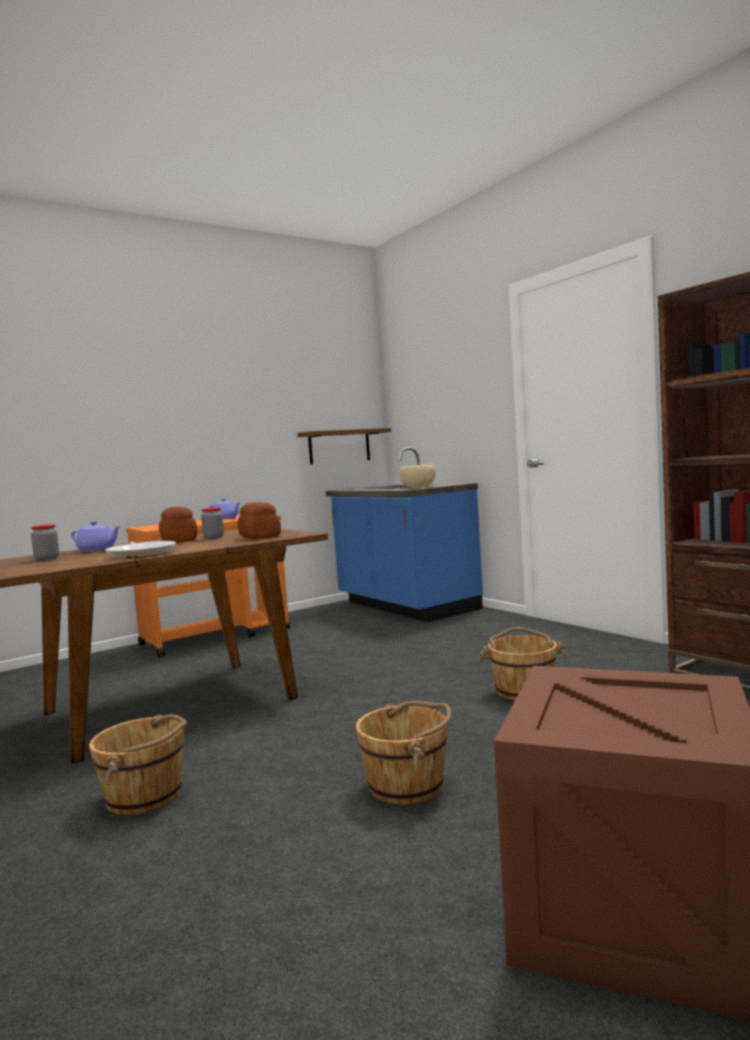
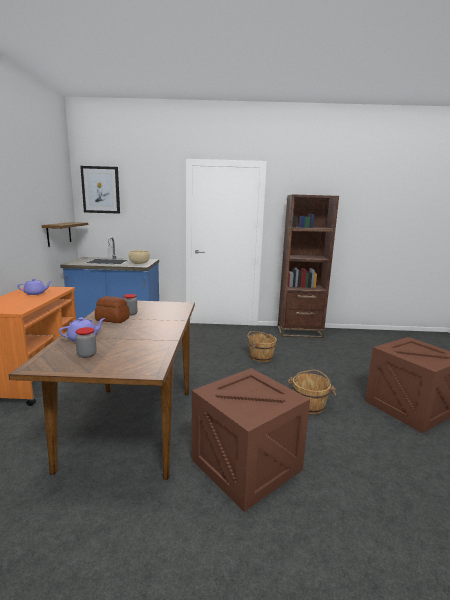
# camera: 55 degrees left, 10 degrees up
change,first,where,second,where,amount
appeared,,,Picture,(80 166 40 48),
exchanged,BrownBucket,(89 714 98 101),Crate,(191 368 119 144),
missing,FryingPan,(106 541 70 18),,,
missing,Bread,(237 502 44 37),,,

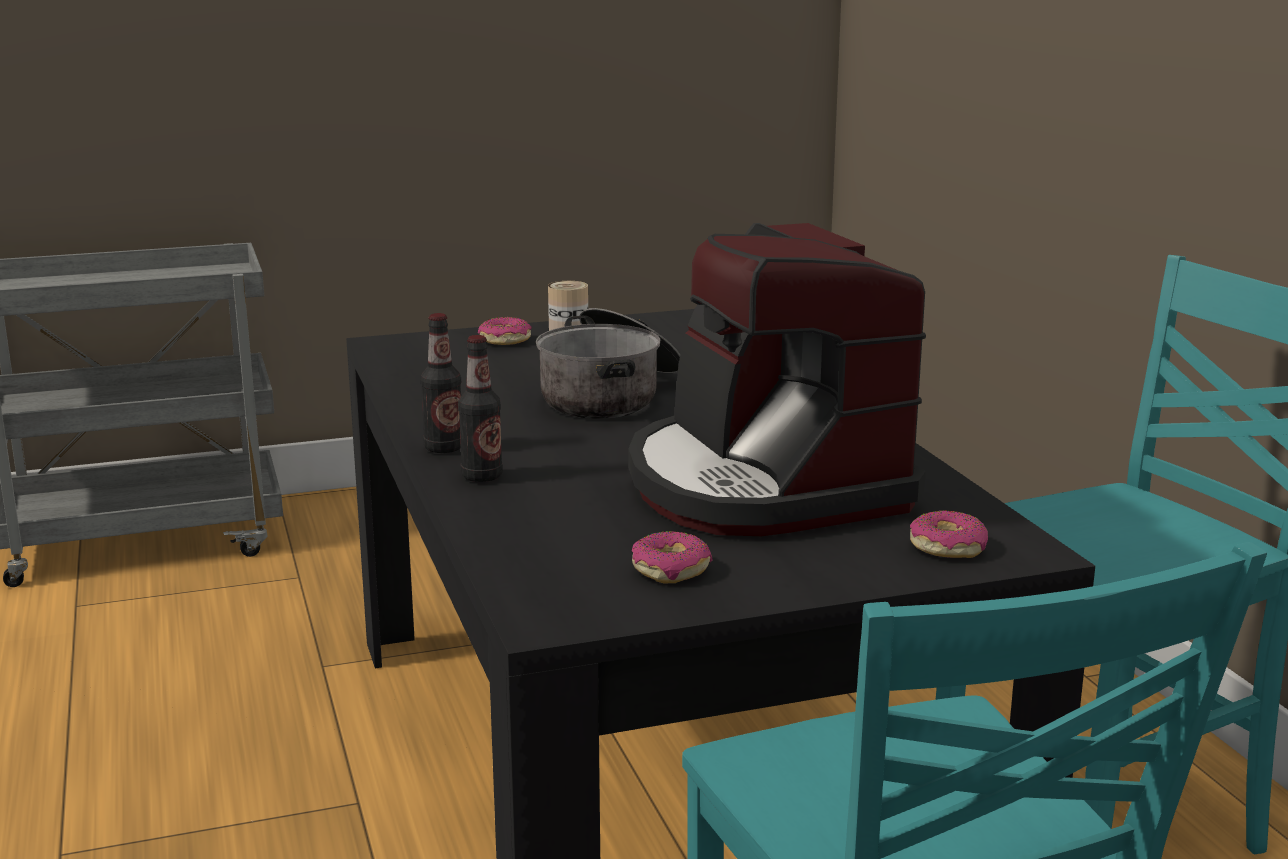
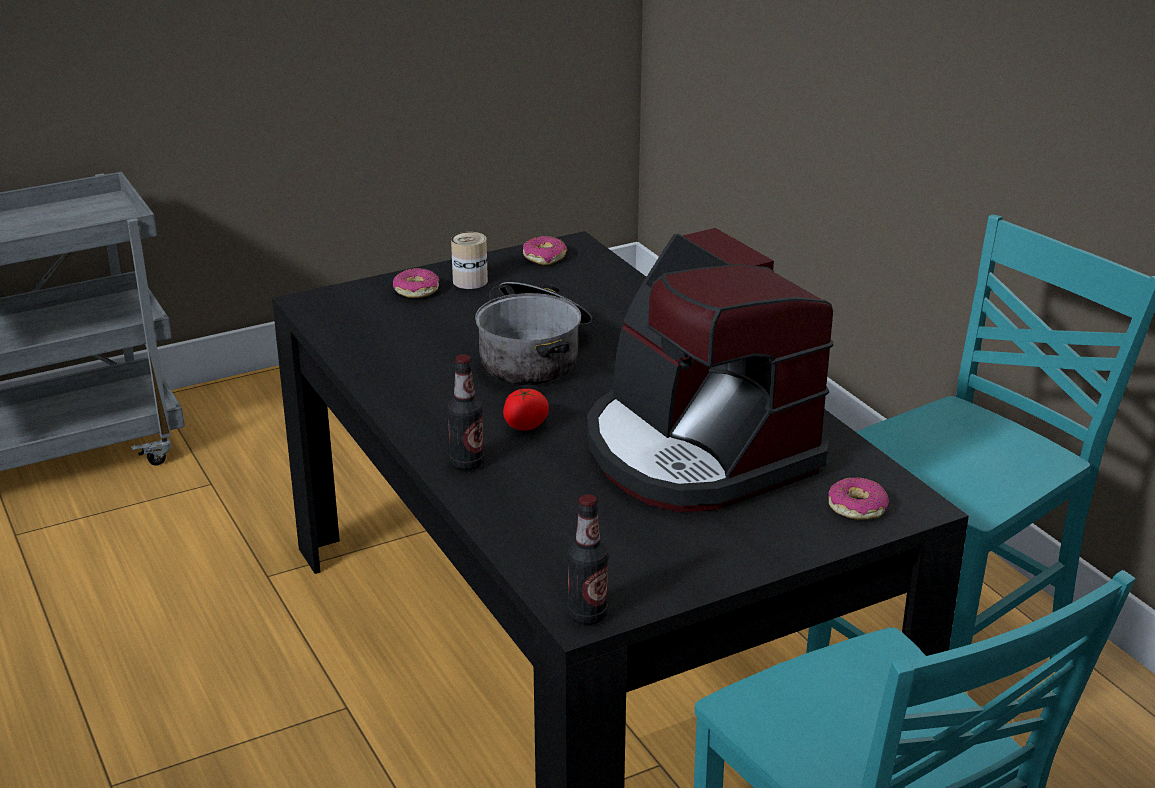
# camera: 10 degrees left, 10 degrees up
change,first,where,second,where,amount
appeared,,,Tomato,(503 389 46 42),
relocated,Donut,(632 531 80 52),,(523 236 45 29),
relocated,Bottle,(420 313 41 140),,(567 494 42 131),

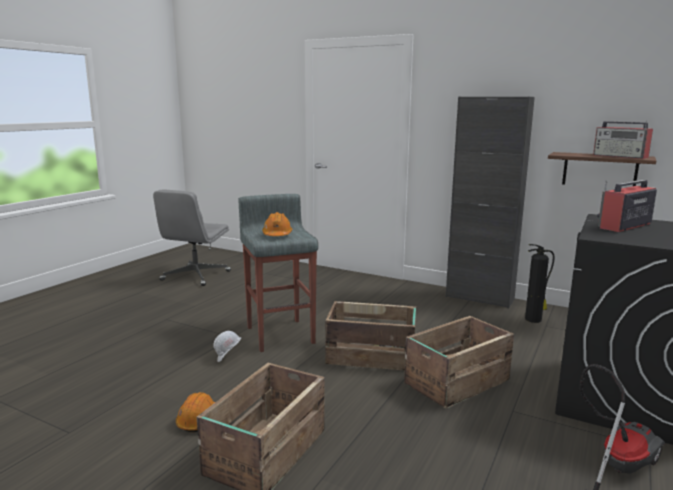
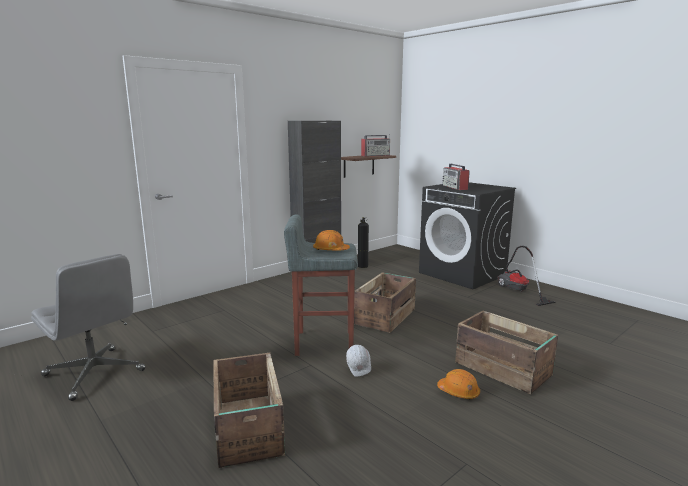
# camera: 70 degrees left, 0 degrees up
change,first,where,second,where,amount
relocated,Crate,(404 316 110 93),,(213 353 72 115),

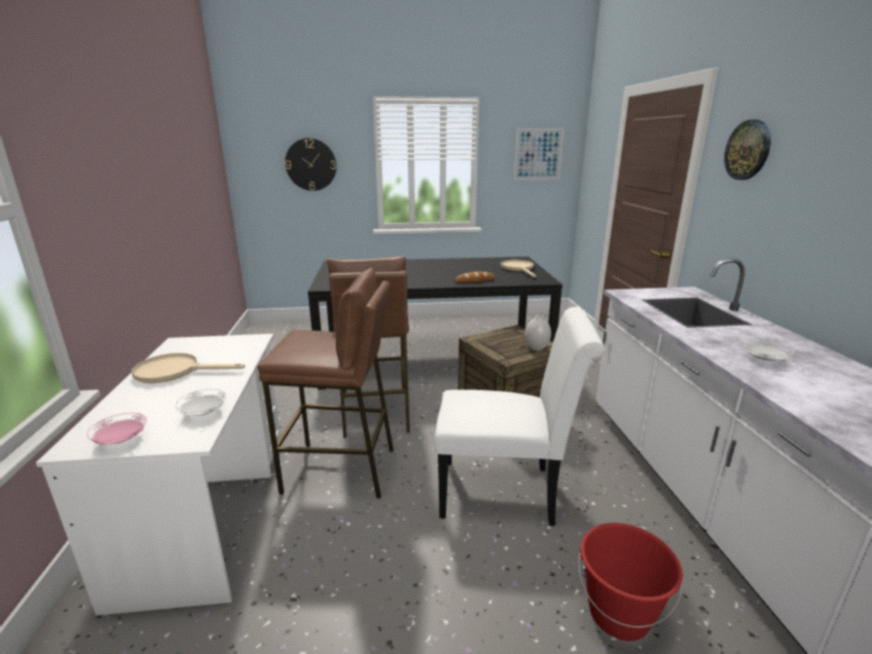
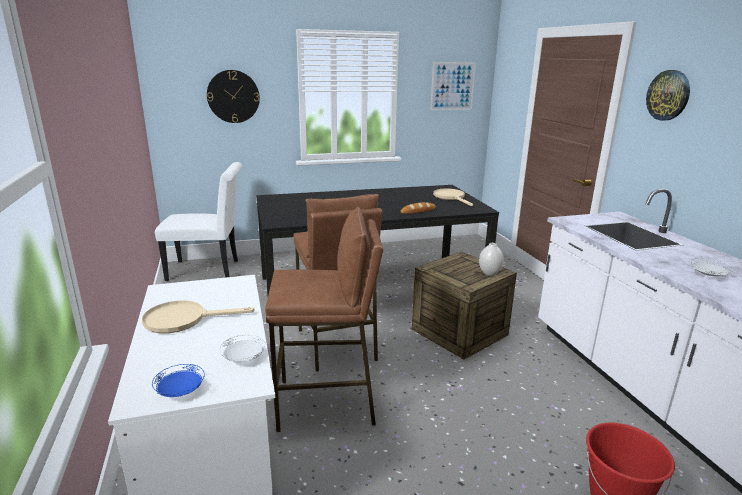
# camera: 10 degrees left, 0 degrees up
change,first,where,second,where,amount
colour,PinkPlate,(87 413 60 32),BluePlate,(152 364 53 33),
relocated,WhiteChair,(434 307 171 219),,(155 162 87 119),

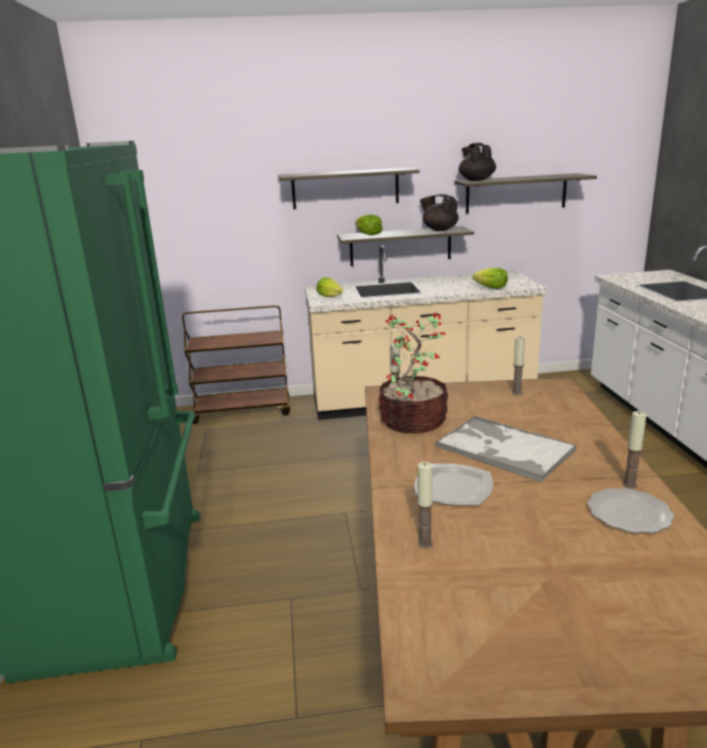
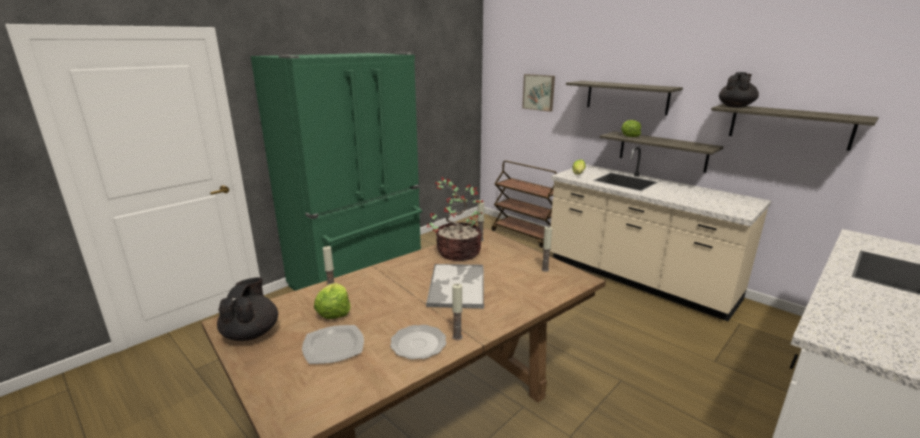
# camera: 50 degrees right, 0 degrees up
change,first,where,second,where,amount
relocated,BlackTeapot,(420 194 39 37),,(217 277 61 64),
relocated,Plate,(414 464 79 42),,(302 325 62 39),
relocated,Lettuce,(472 268 36 21),,(314 283 37 36),
appeared,,,Picture,(522 74 33 38),

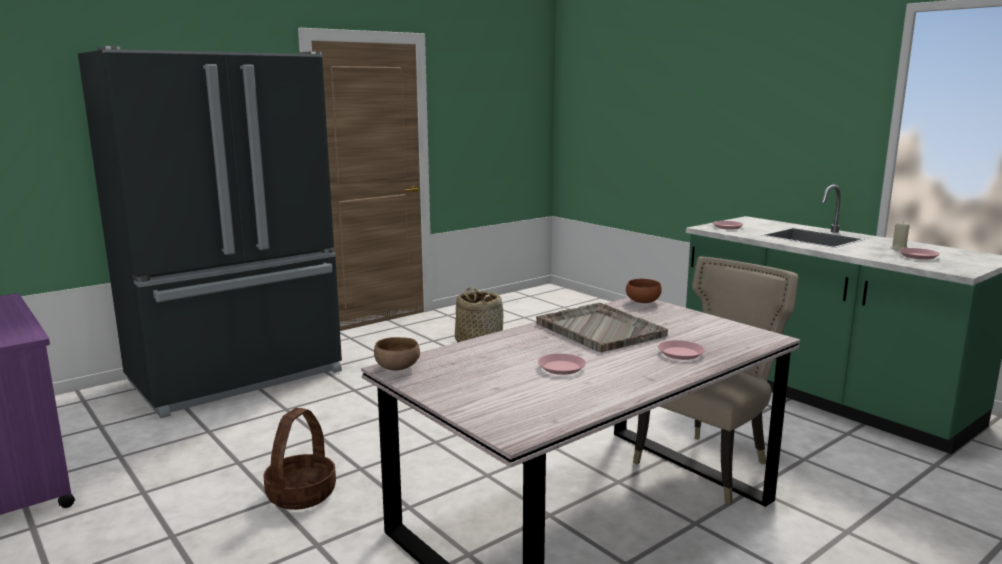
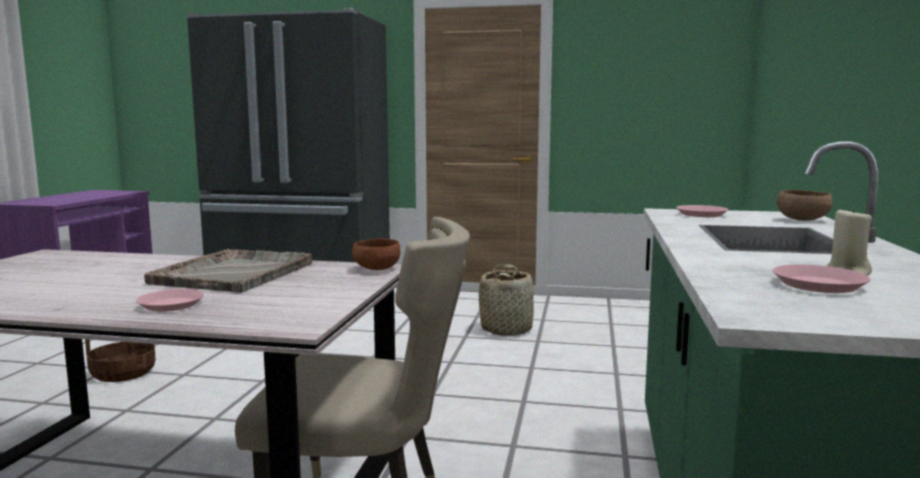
# camera: 50 degrees right, 5 degrees down
change,first,where,second,where,amount
relocated,BrownBowl,(374 337 46 33),,(777 190 56 31),
missing,PinkPlate,(538 353 48 22),,,

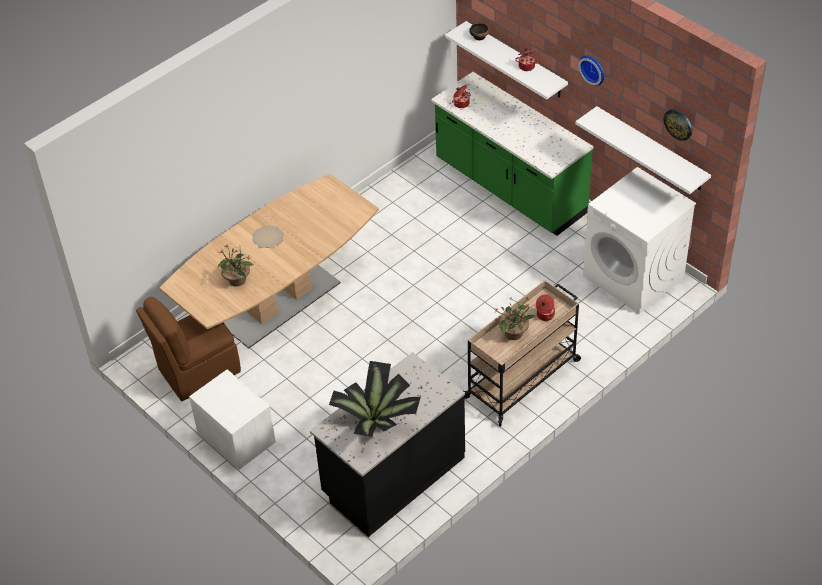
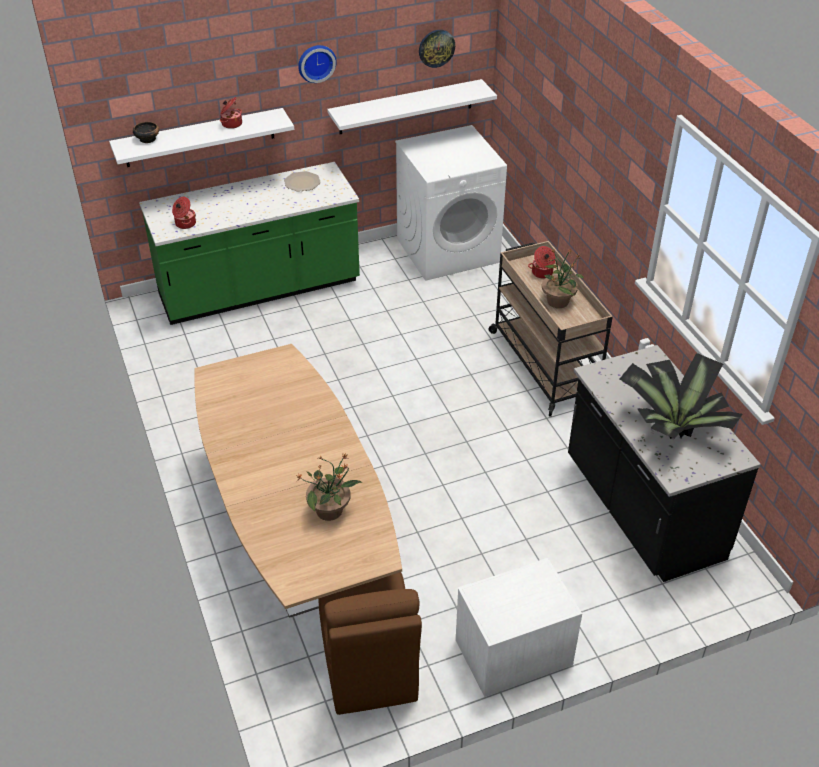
# camera: 70 degrees left, 5 degrees down
change,first,where,second,where,amount
relocated,Plate,(252 225 32 23),,(284 171 37 21),

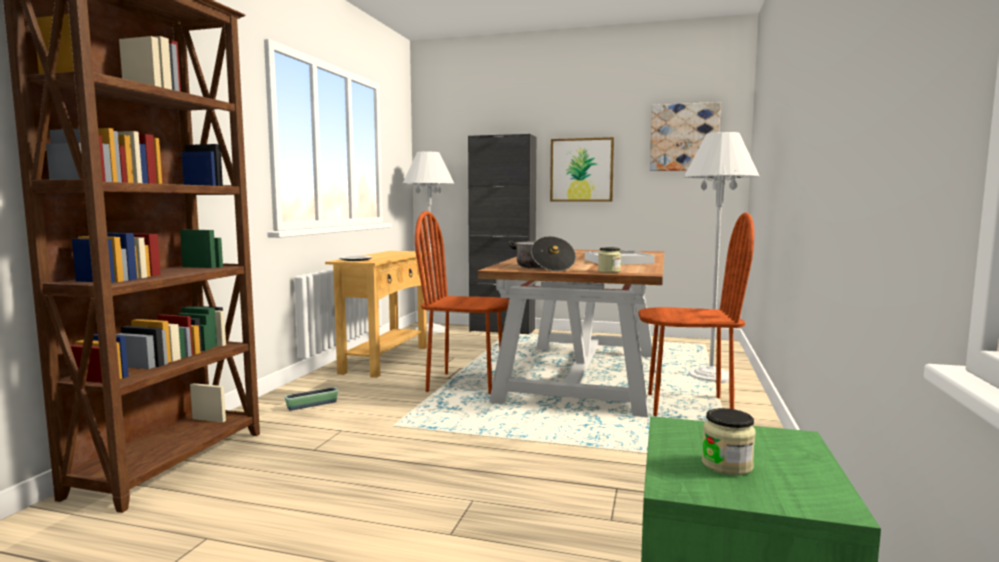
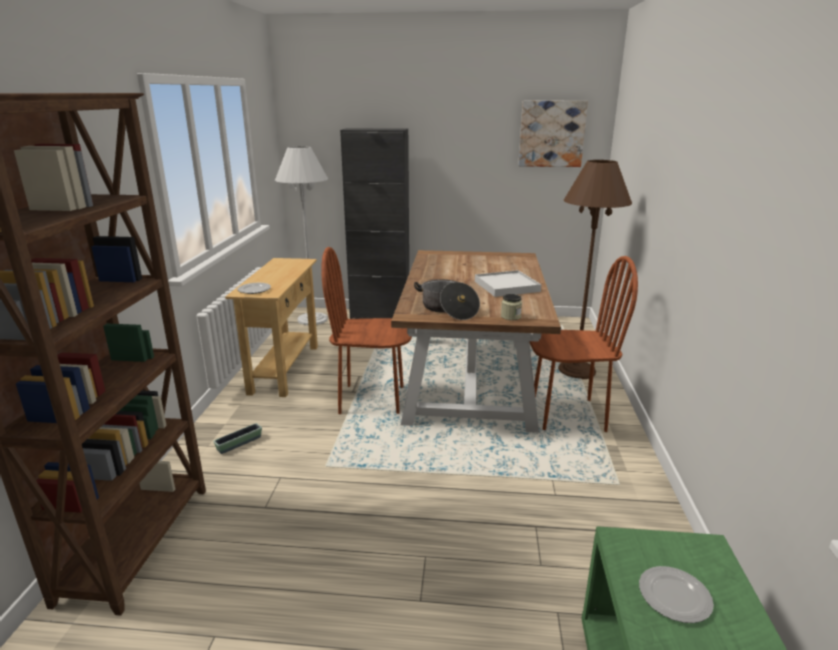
# camera: 10 degrees left, 15 degrees up
change,first,where,second,where,amount
colour,WhiteFloorLamp,(684 132 75 251),BrownFloorLamp,(558 160 74 219),
exchanged,Jar,(702 408 54 67),Plate,(639 566 75 57),
missing,Picture,(550 137 64 64),,,

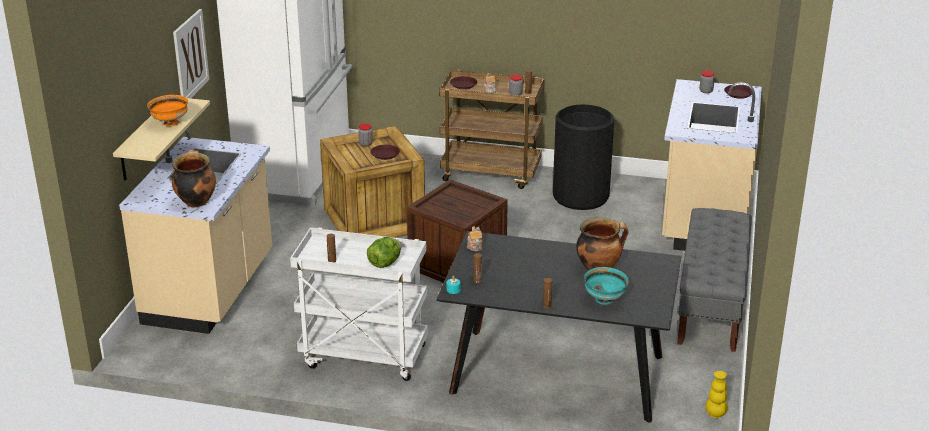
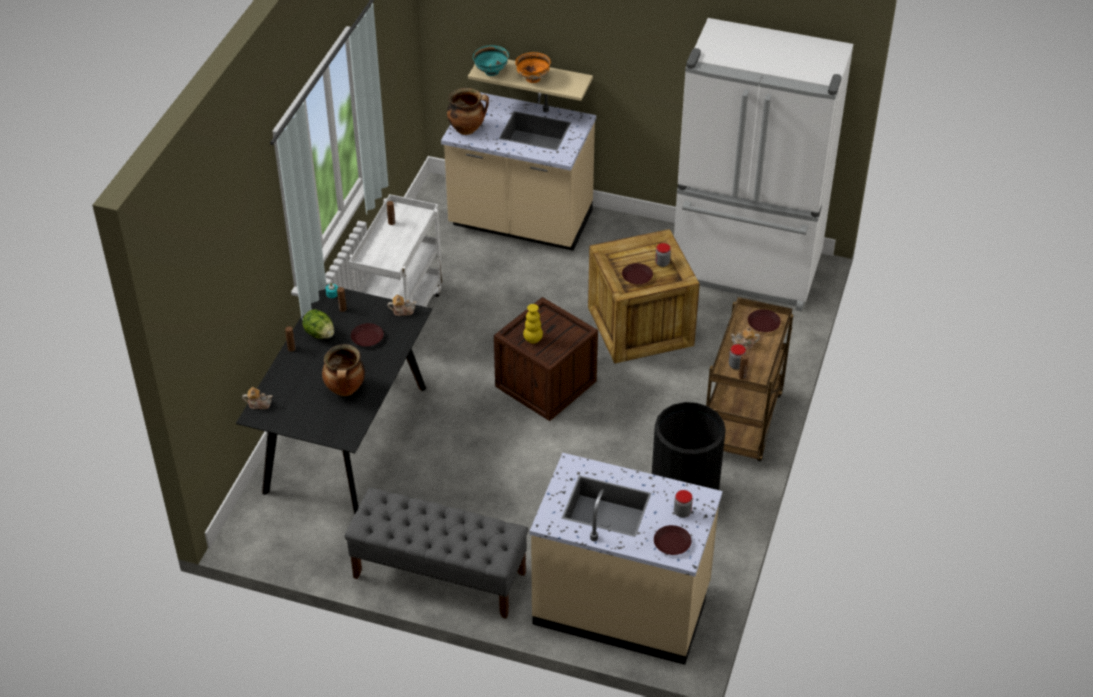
# camera: 95 degrees right, 15 degrees up
change,first,where,second,where,amount
appeared,,,Teapot,(242 387 30 22),
relocated,Lettuce,(367 237 34 31),,(303 309 31 30),
appeared,,,BrownPlate,(351 323 33 23),
relocated,TurquoiseBowl,(584 267 45 38),,(473 45 36 31),
relocated,YellowVase,(705 371 23 47),,(523 304 20 39),
missing,Picture,(173 9 37 89),,,

